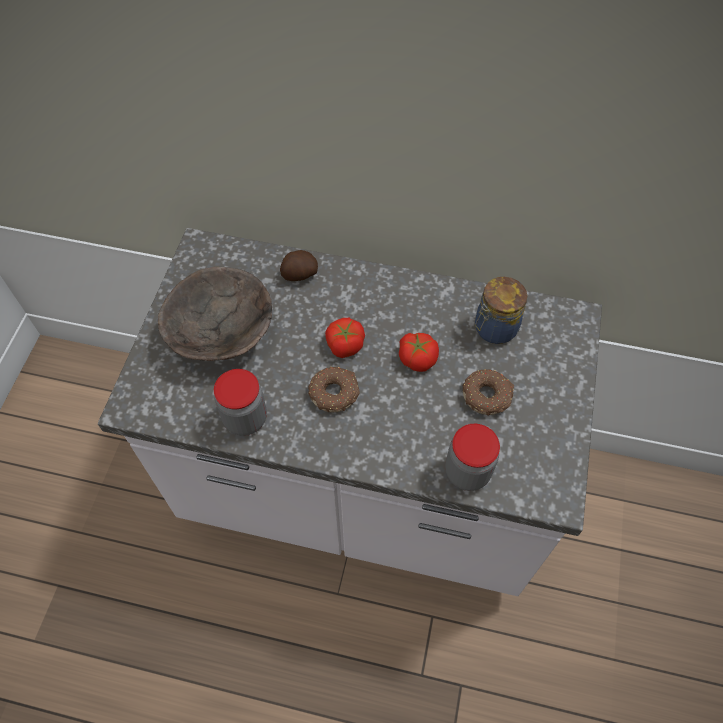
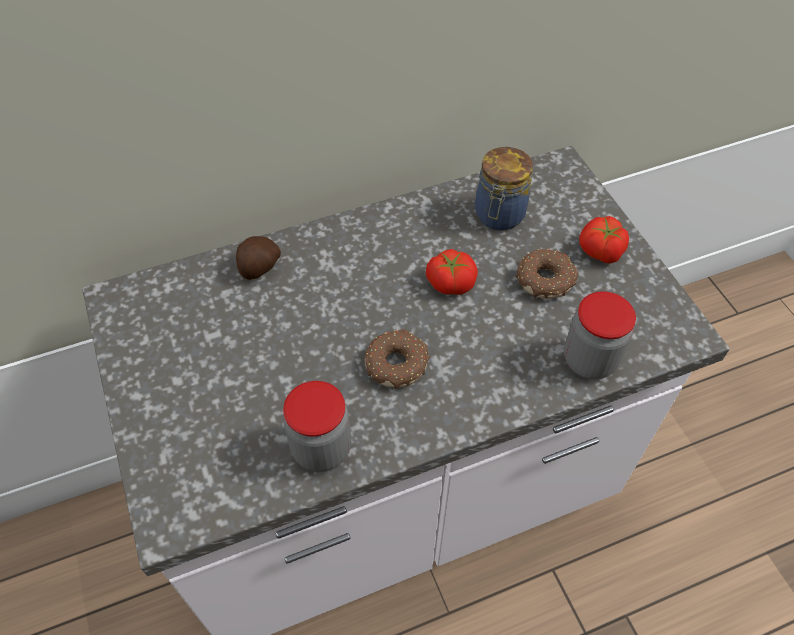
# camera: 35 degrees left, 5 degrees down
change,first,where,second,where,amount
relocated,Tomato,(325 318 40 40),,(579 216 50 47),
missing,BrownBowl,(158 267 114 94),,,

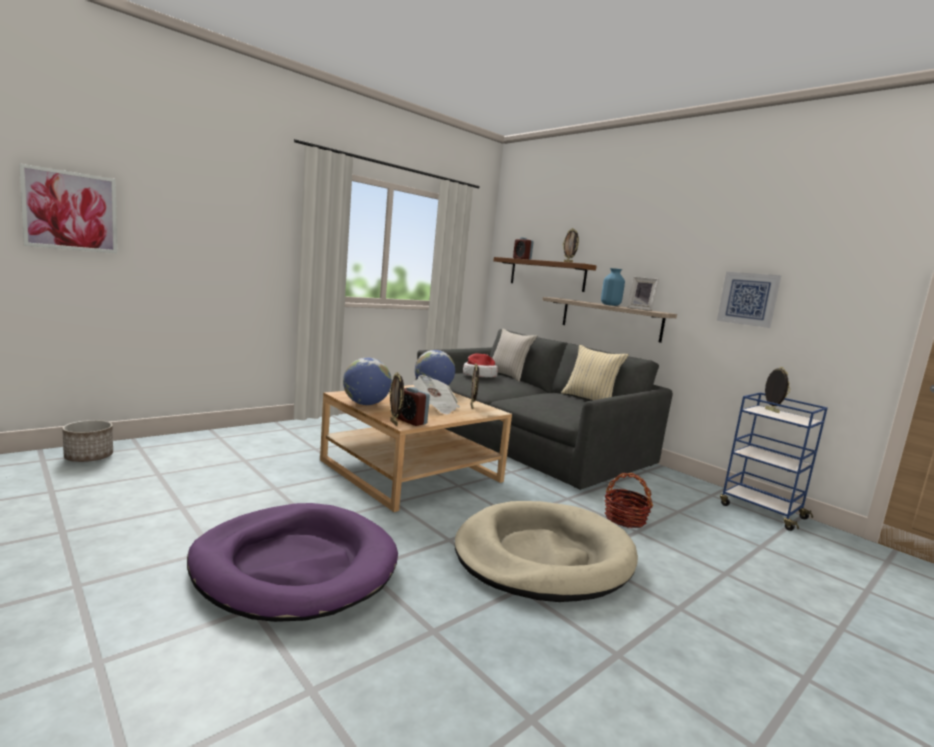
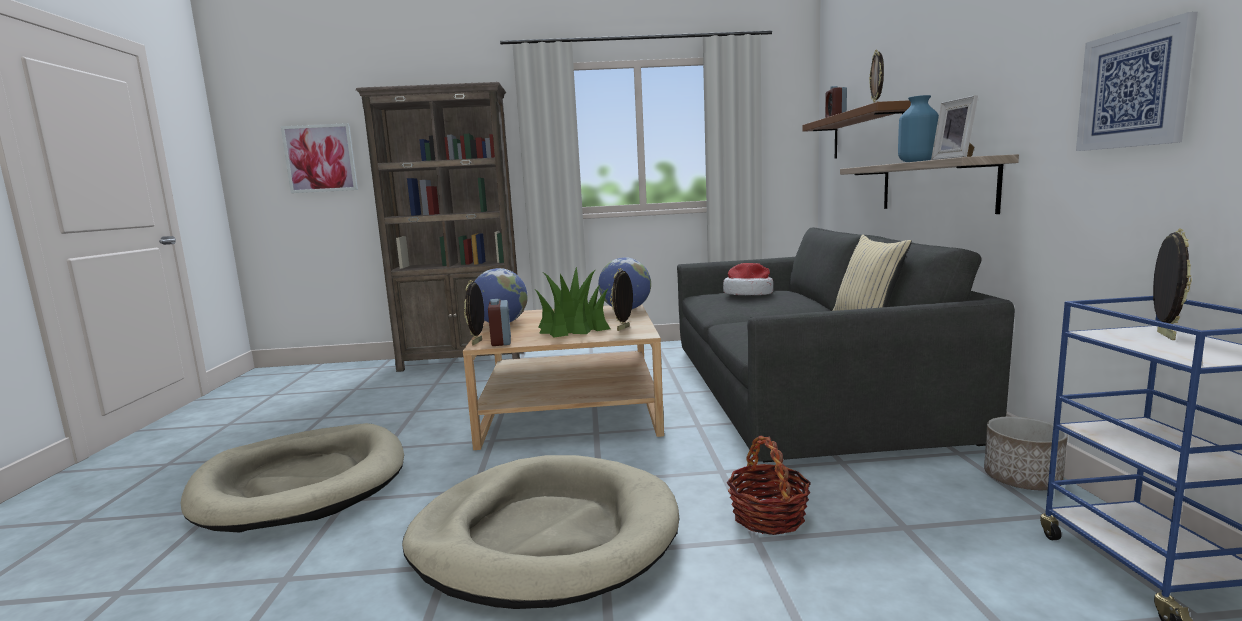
# camera: 40 degrees right, 0 degrees up
change,first,where,second,where,amount
colour,PurpleDogBed,(187 503 211 119),BeigeDogBed,(181 423 223 109),
appeared,,,BrownBookcase,(356 82 168 290),
exchanged,Newspaper,(413 375 47 40),PottedPlant,(536 267 74 71),
relocated,Planter,(62 420 51 42),,(984 416 84 74),
missing,BeigePillow,(493 329 44 53),,,

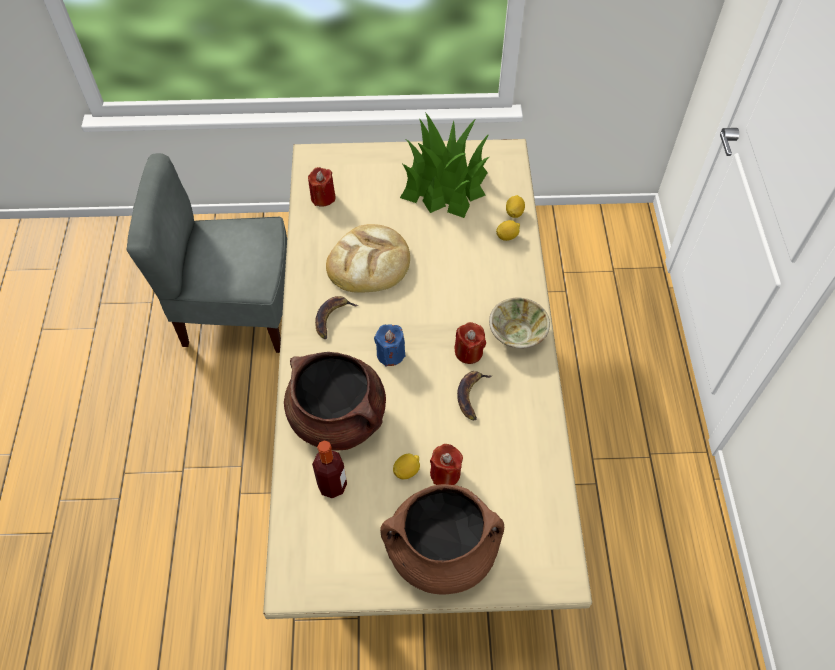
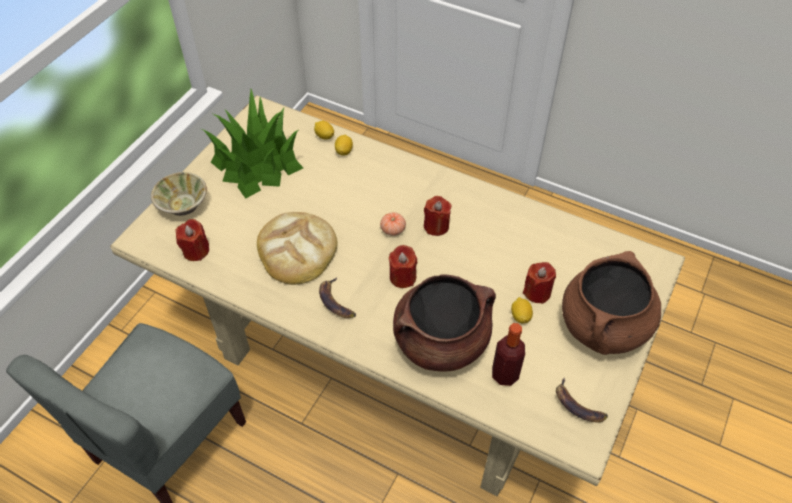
# camera: 60 degrees left, 5 degrees down
change,first,where,second,where,amount
relocated,BeigeBowl,(489 297 61 52),,(151 172 56 44),
appeared,,,Tomato,(380 212 26 24),
colour,BlueCandle,(374 324 31 43),RedCandle,(389 245 28 43),
relocated,Banana,(457 371 35 50),,(556 378 52 44),

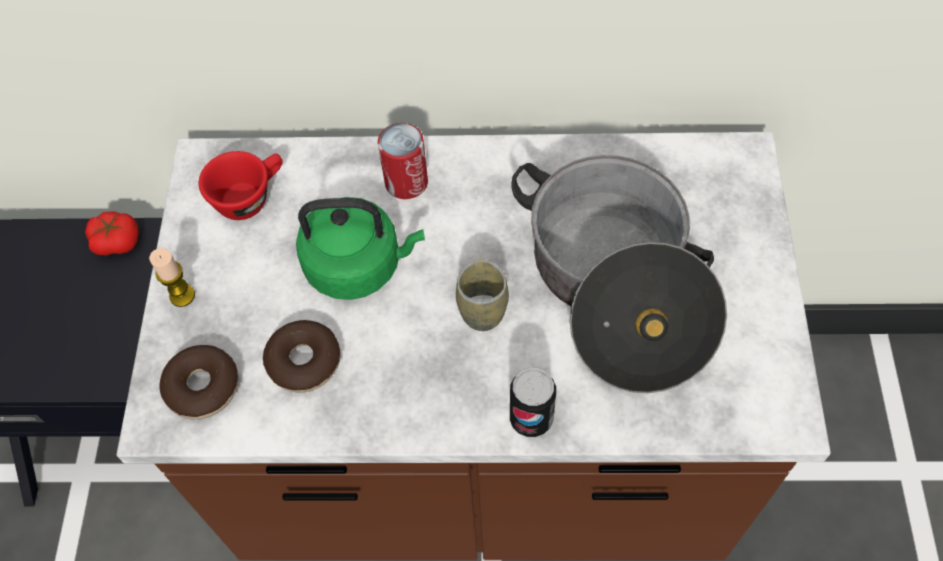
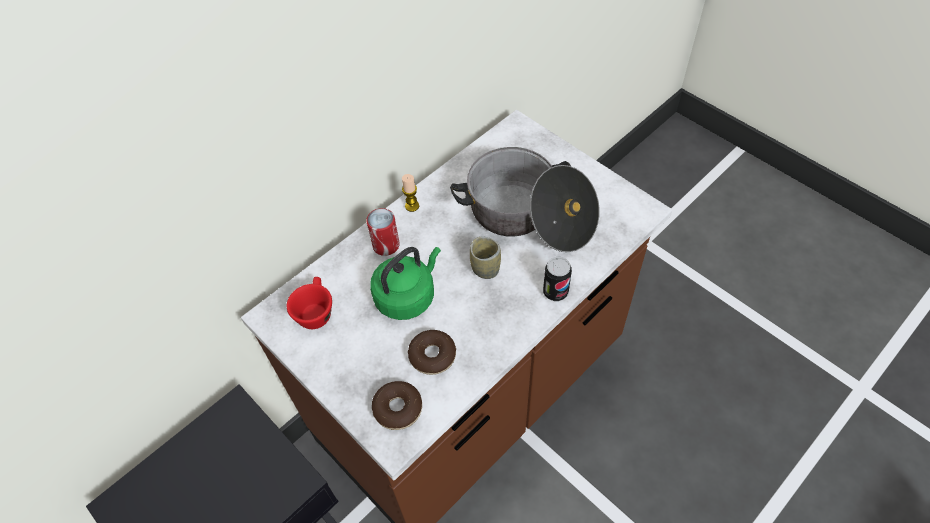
# camera: 45 degrees left, 5 degrees down
change,first,where,second,where,amount
relocated,Candle,(149 248 46 59),,(402 174 17 38),
missing,Tomato,(85 212 54 44),,,

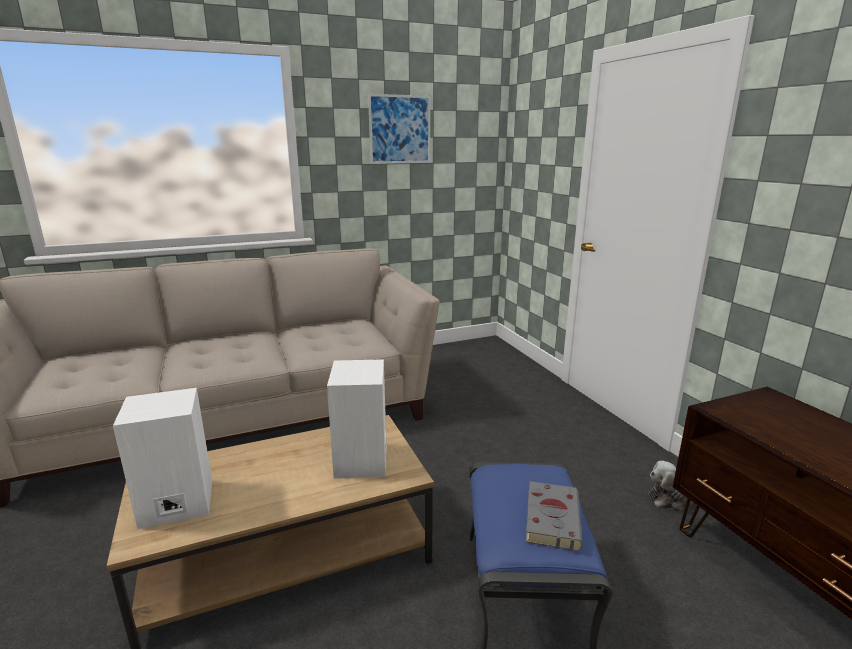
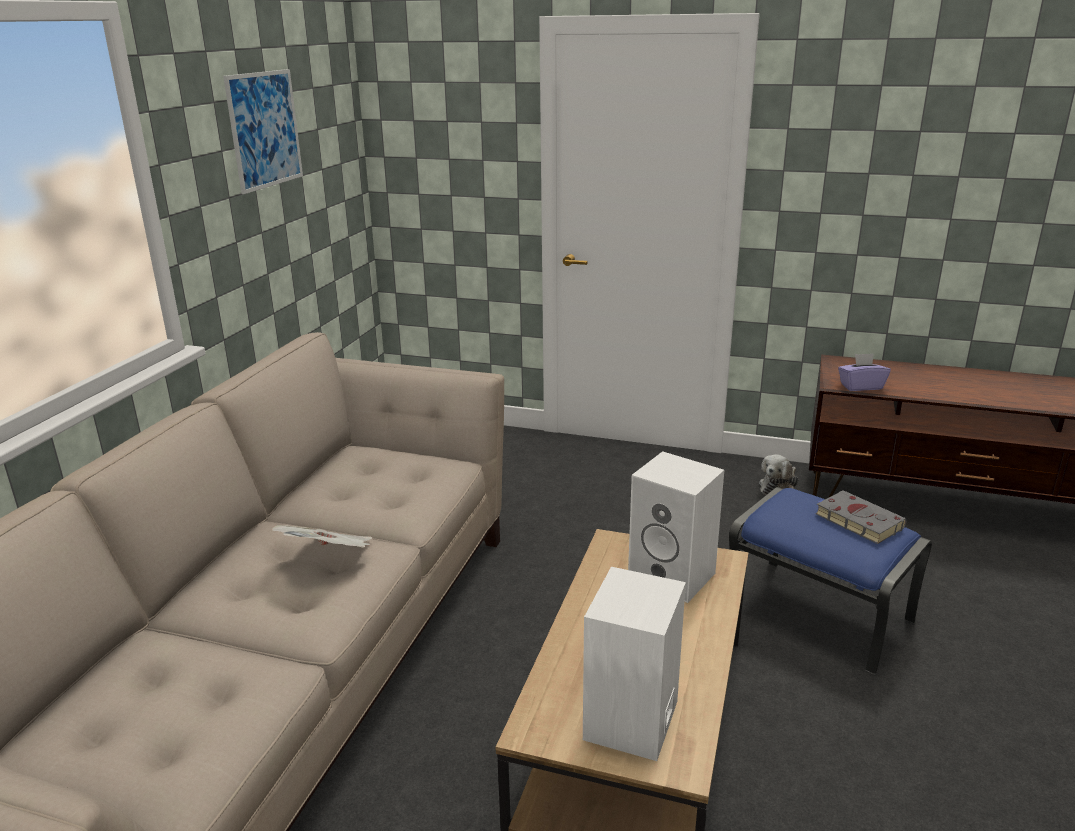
# camera: 50 degrees left, 5 degrees up
change,first,where,second,where,amount
appeared,,,Newspaper,(272 525 101 22),
appeared,,,PurpleTissueBox,(838 353 53 38),

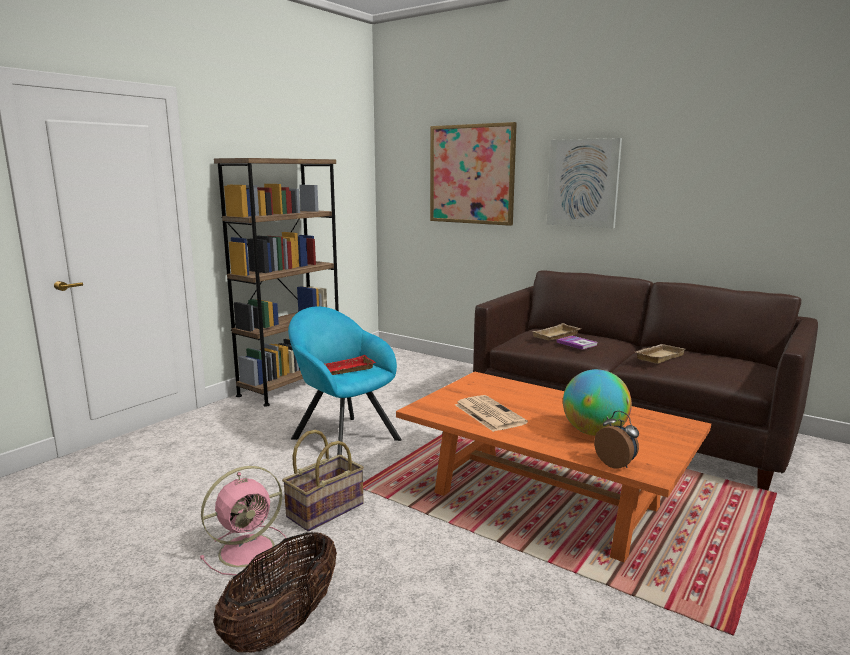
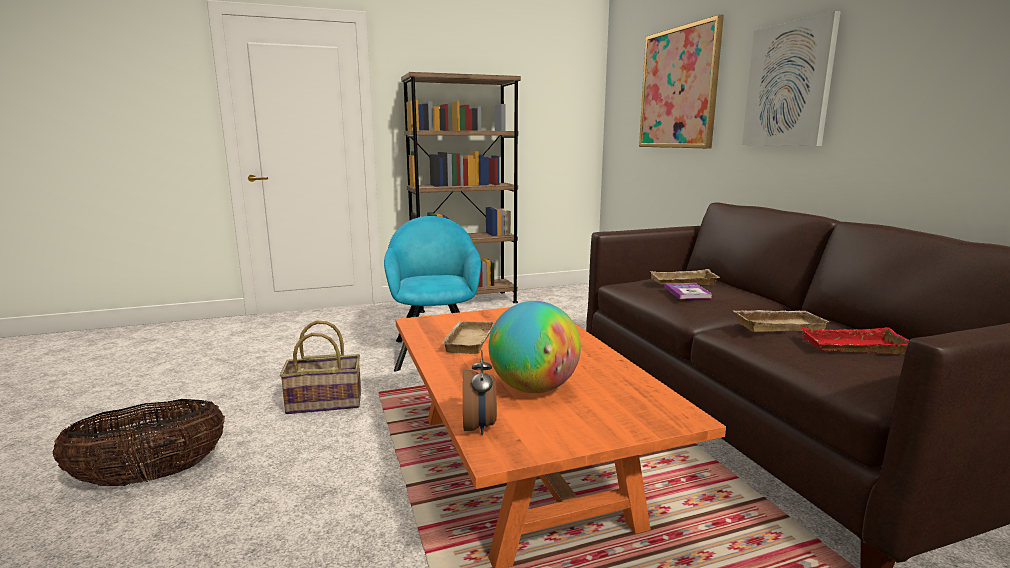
# camera: 35 degrees right, 0 degrees up
change,first,where,second,where,amount
exchanged,Newspaper,(455 395 73 37),BeigeTray,(441 321 53 33),
relocated,RedTray,(325 355 50 20),,(802 327 107 27),
missing,PinkFan,(200 466 88 109),,,

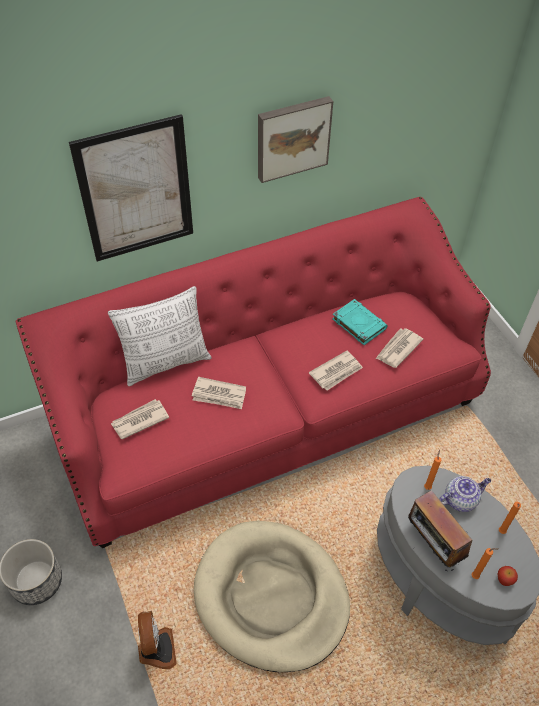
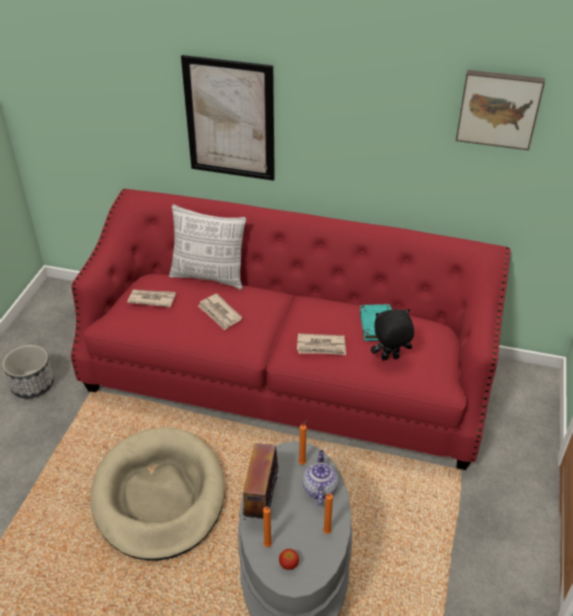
# camera: 40 degrees right, 10 degrees down
change,first,where,second,where,amount
spun,Teapot,(439 476 52 36),,(303 450 36 56),105 degrees counterclockwise
exchanged,Newspaper,(375 328 48 40),BlackPlushToy,(371 309 43 51),
relocated,Picture,(258 96 75 87),,(456 70 89 80),
missing,Fan,(138 611 39 58),,,

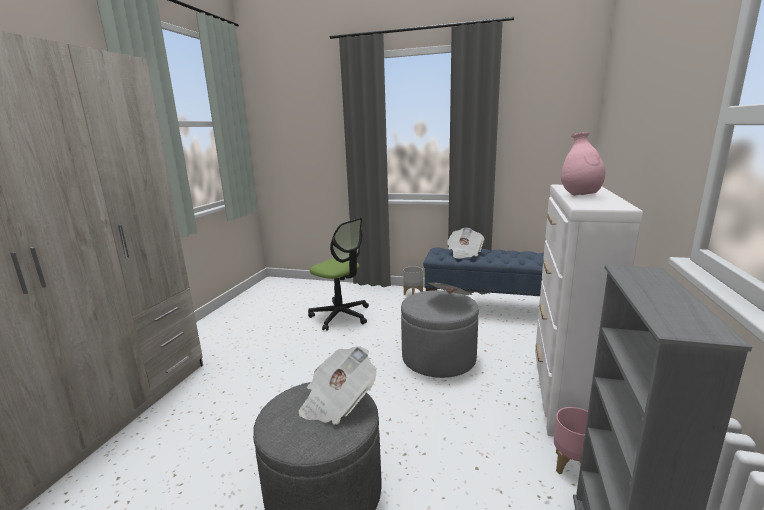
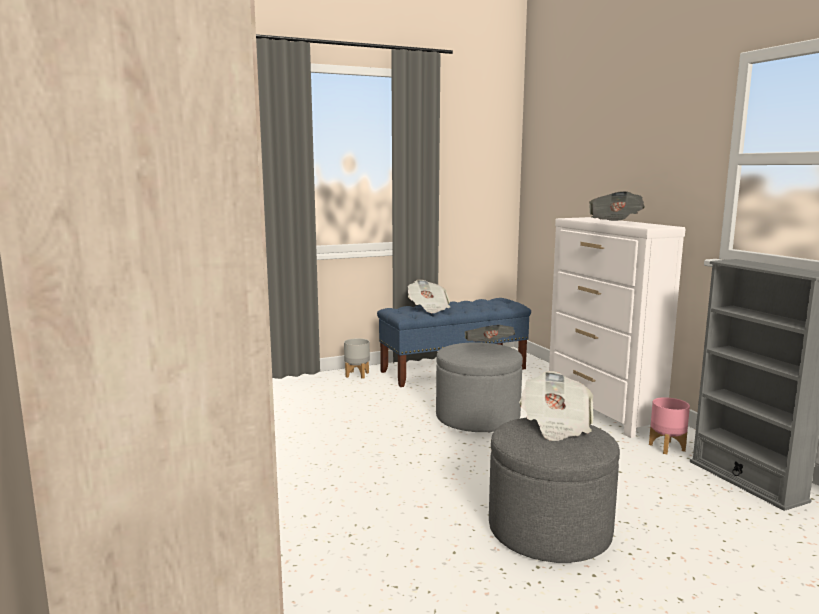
# camera: 40 degrees left, 5 degrees down
change,first,where,second,where,amount
exchanged,PinkVase,(561 132 44 64),Newspaper,(589 191 56 30),
missing,OfficeChair,(308 218 61 113),,,

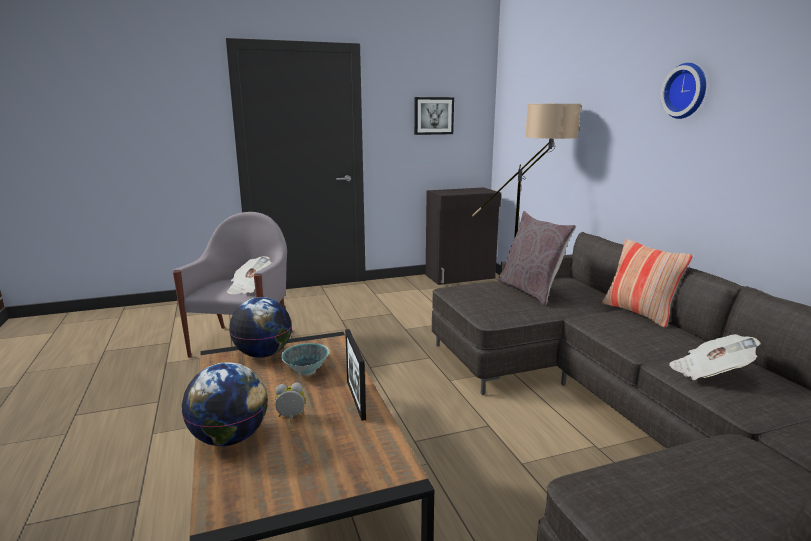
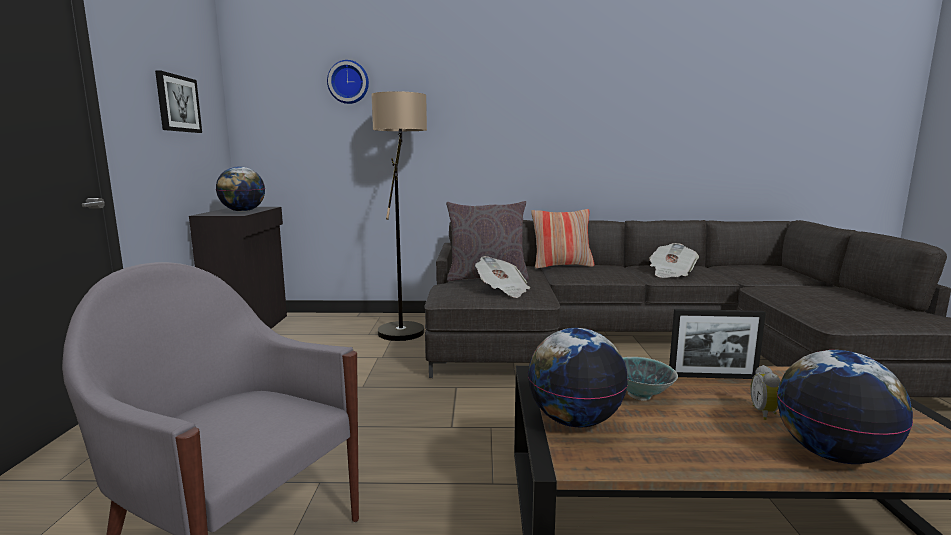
# camera: 70 degrees left, 5 degrees down
change,first,where,second,where,amount
appeared,,,Globe,(216 166 49 46),
relocated,WallClock,(660 63 46 56),,(327 60 42 44),
relocated,Newspaper,(227 256 44 38),,(475 256 55 42),

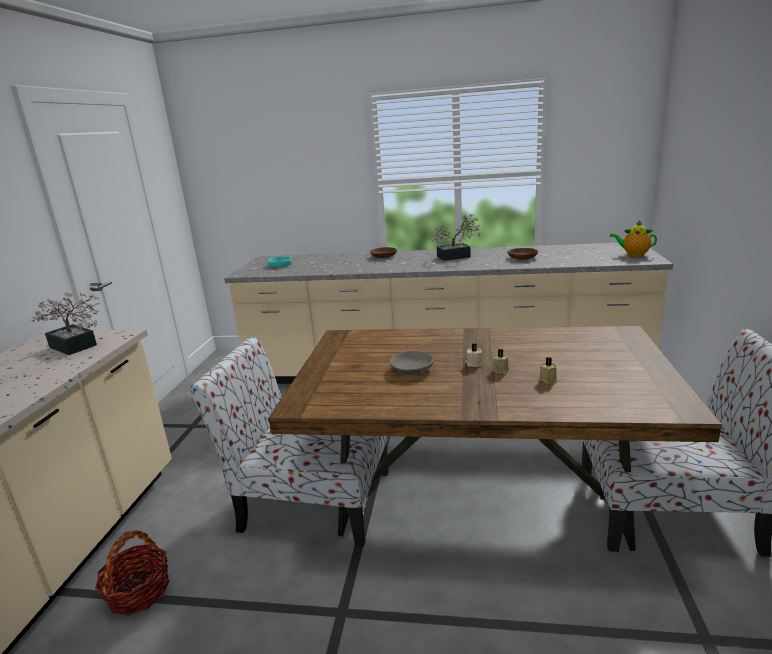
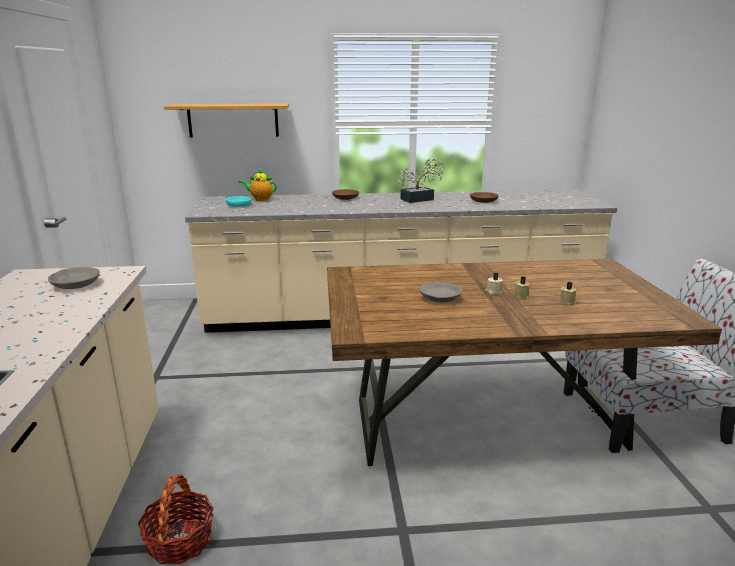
# camera: 15 degrees left, 0 degrees up
change,first,where,second,where,amount
exchanged,PottedPlant,(31 292 68 63),GreyBowl,(48 267 52 22),
appeared,,,Shelf,(164 103 125 34),
relocated,Teapot,(610 220 47 37),,(239 168 37 33),
missing,Chair,(190 336 199 211),,,

